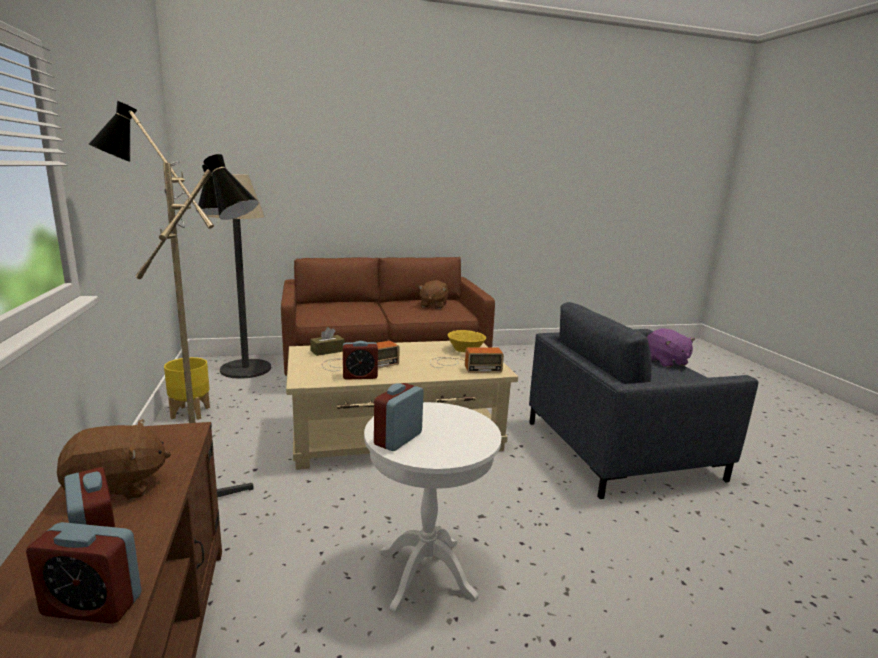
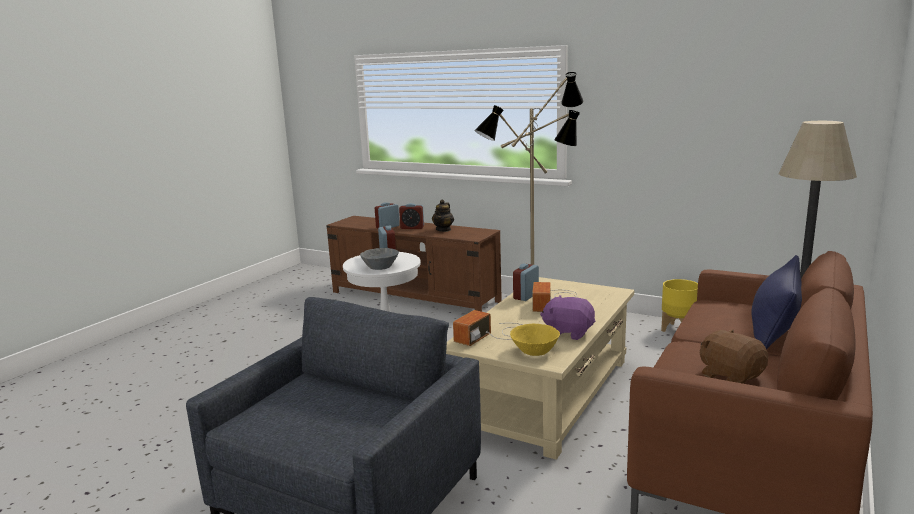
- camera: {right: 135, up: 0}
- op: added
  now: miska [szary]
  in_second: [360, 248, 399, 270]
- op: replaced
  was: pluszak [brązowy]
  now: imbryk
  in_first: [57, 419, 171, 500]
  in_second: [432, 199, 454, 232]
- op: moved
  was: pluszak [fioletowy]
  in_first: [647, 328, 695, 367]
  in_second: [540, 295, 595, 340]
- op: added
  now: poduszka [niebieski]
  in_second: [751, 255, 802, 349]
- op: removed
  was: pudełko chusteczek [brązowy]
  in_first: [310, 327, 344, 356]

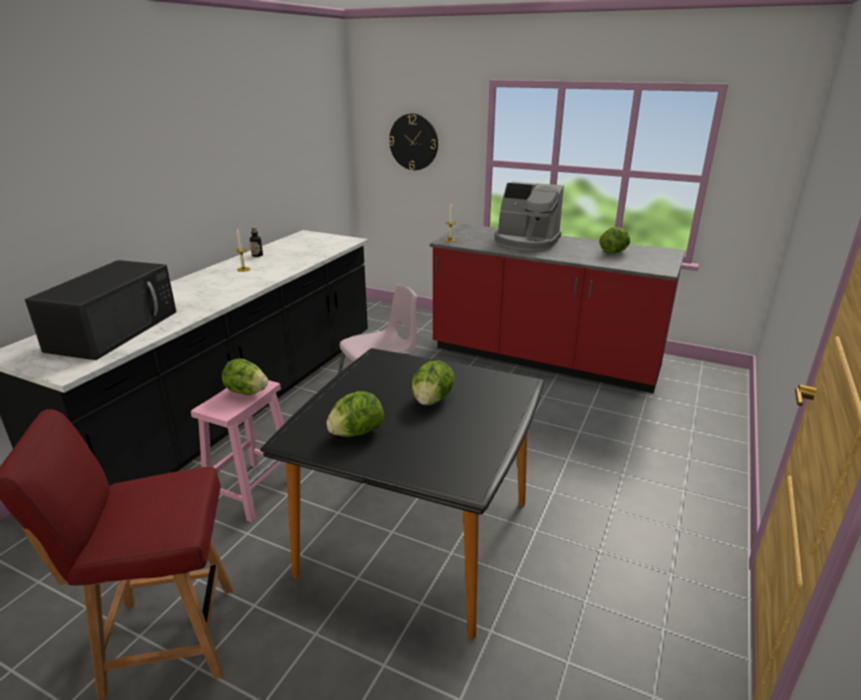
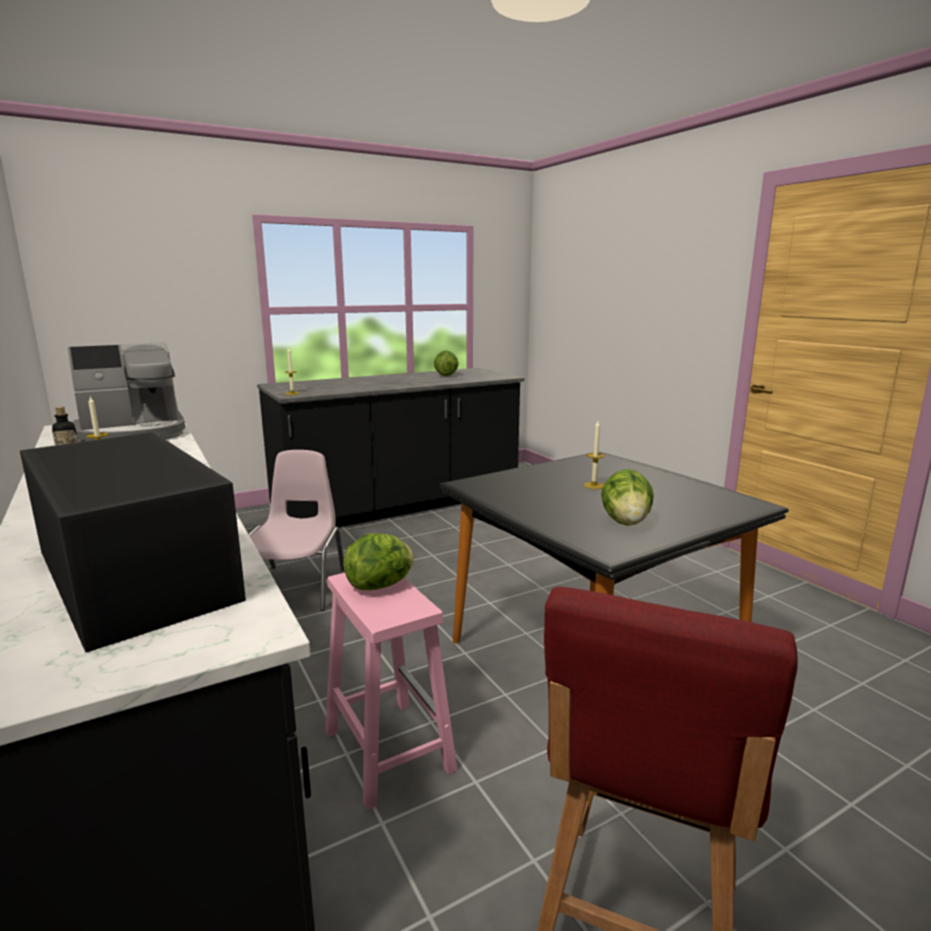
- camera: {right: -55, up: -10}
- op: moved
  was: ekspres do kawy
  in_first: [494, 181, 564, 251]
  in_second: [68, 342, 185, 442]
- op: recoloured
  was: zabudowa kuchenna [czerwony]
  now: zabudowa kuchenna [czarny]
  in_first: [430, 224, 686, 394]
  in_second: [257, 368, 524, 527]
- op: replaced
  was: sałata
  now: świeca
  in_first: [411, 360, 455, 405]
  in_second: [583, 421, 605, 489]
- op: removed
  was: zegar ścienny
  in_first: [389, 114, 438, 170]

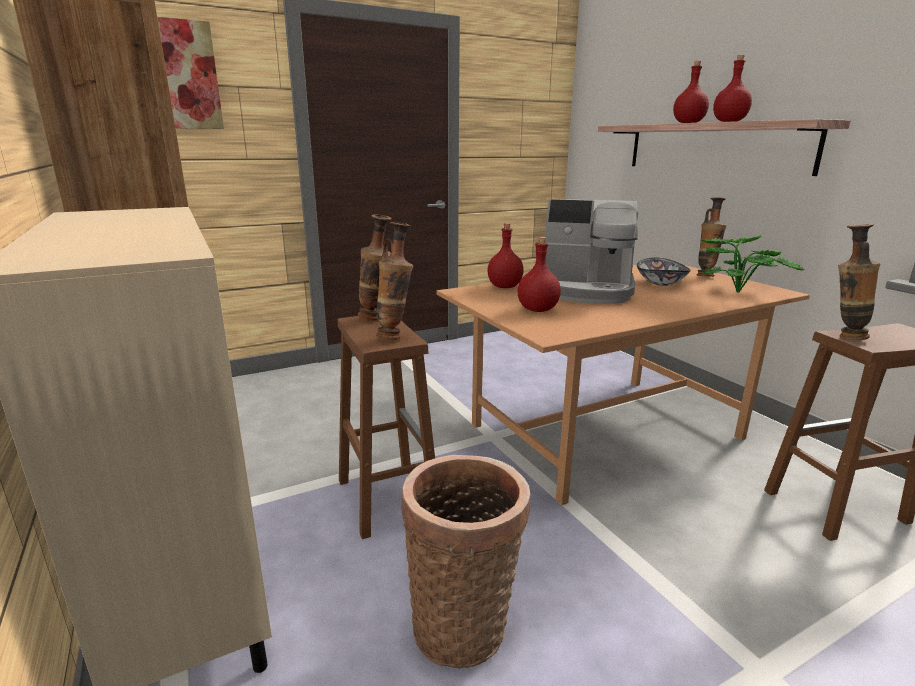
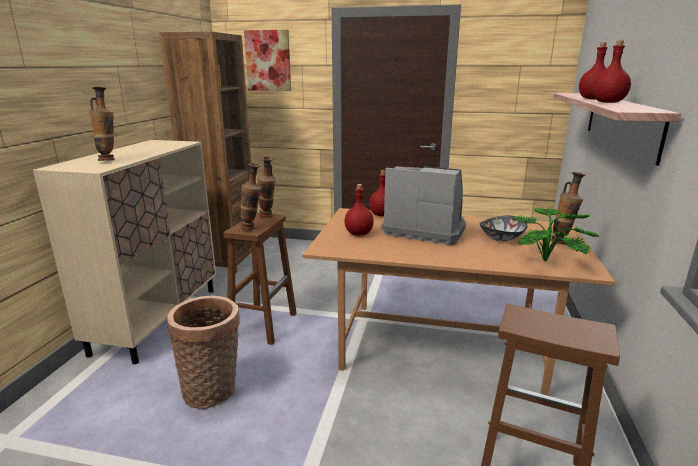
- camera: {right: 40, up: 0}
- op: moved
  was: wazon
  in_first: [838, 224, 880, 340]
  in_second: [90, 87, 115, 161]
- op: turned
  was: ekspres do kawy
  in_first: [544, 199, 638, 304]
  in_second: [382, 166, 466, 245]
  clockwise: 150

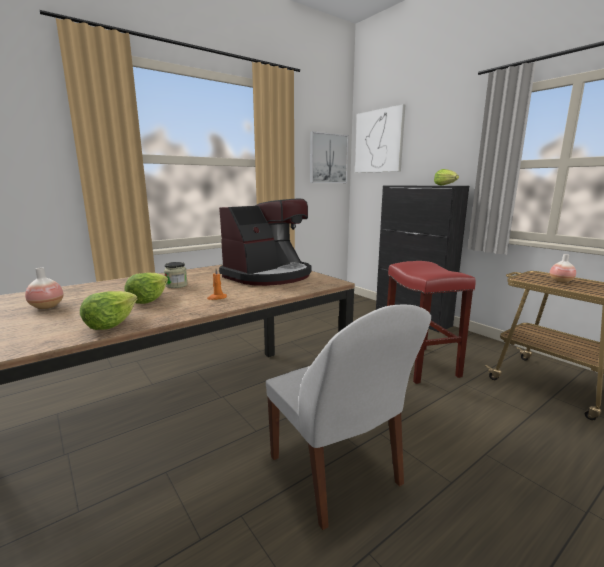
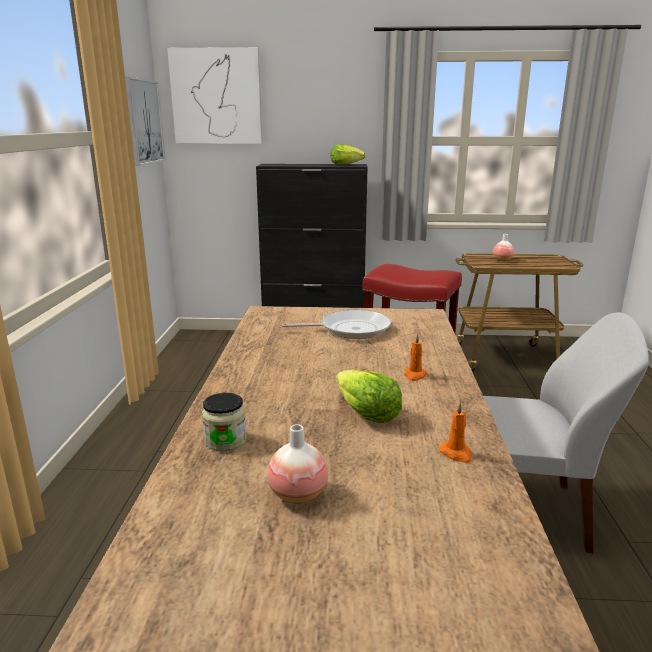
- camera: {right: -50, up: 5}
- op: moved
  was: słoik
  in_first: [164, 262, 188, 288]
  in_second: [202, 393, 247, 451]
- op: replaced
  was: ekspres do kawy
  now: patelnia
  in_first: [219, 199, 312, 286]
  in_second: [282, 309, 391, 339]
- op: replaced
  was: sałata
  now: świeca [pomarańczowy]
  in_first: [80, 291, 138, 330]
  in_second: [439, 402, 471, 463]

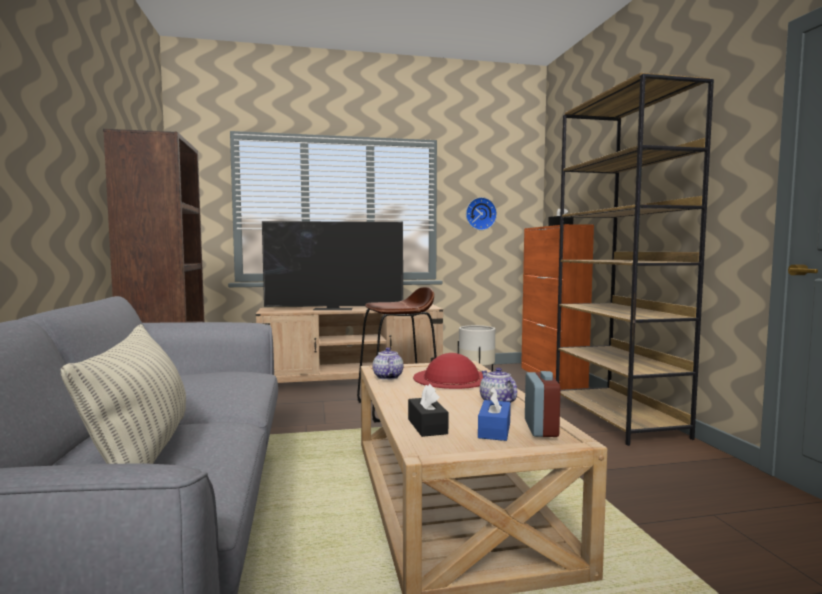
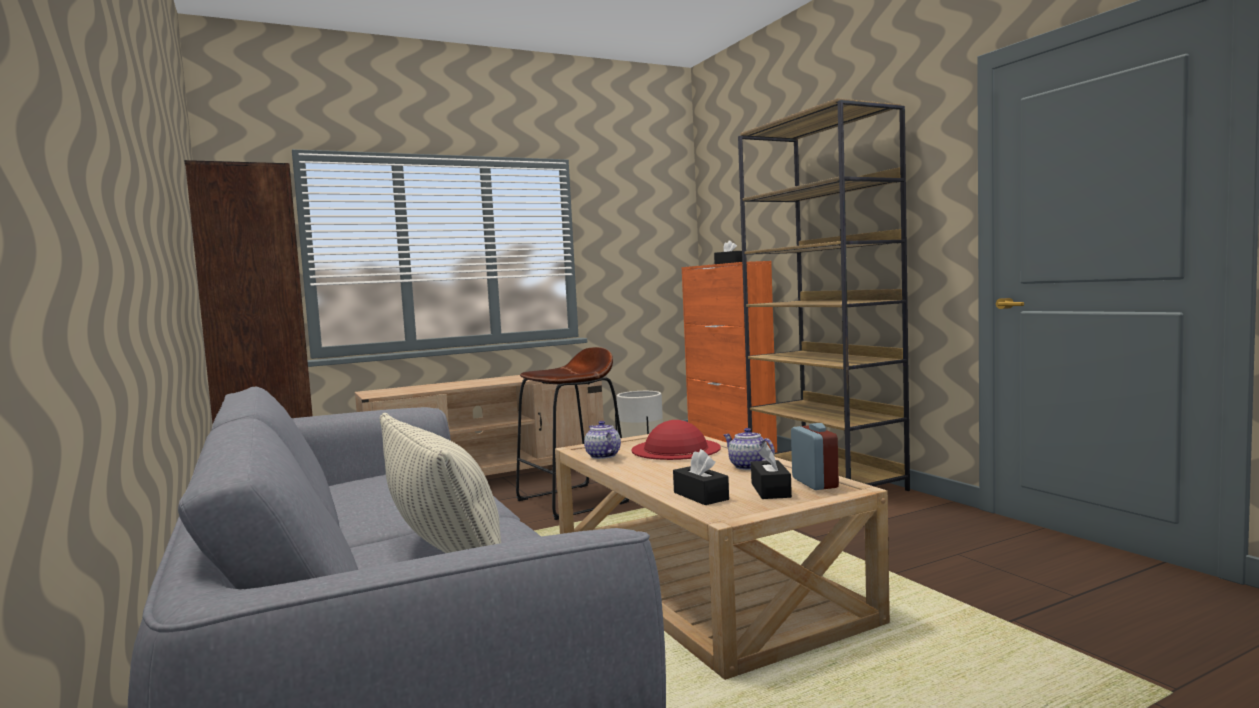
- camera: {right: -15, up: 0}
- op: recoloured
  was: pudełko chusteczek [niebieski]
  now: pudełko chusteczek [czarny]
  in_first: [478, 387, 511, 441]
  in_second: [751, 445, 792, 499]
- op: removed
  was: telewizor
  in_first: [262, 221, 403, 310]
- op: removed
  was: zegar ścienny
  in_first: [466, 197, 497, 230]

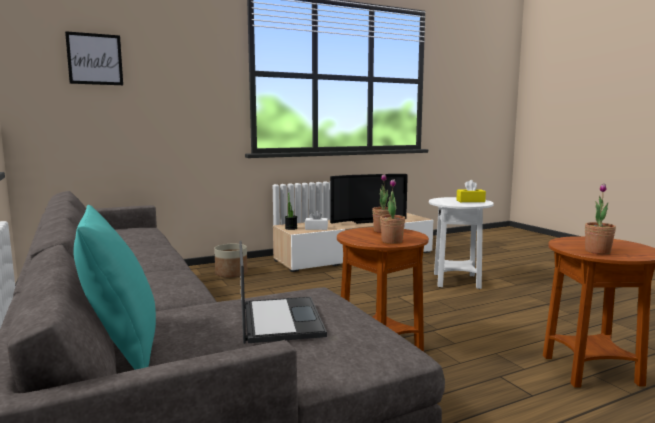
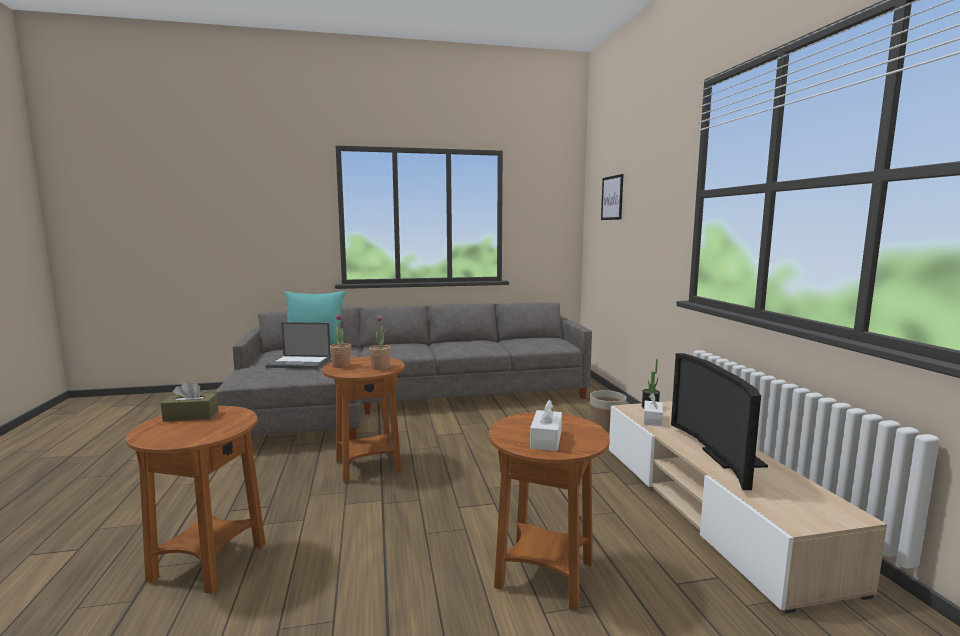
- camera: {right: 105, up: 0}
- op: replaced
  was: roślina doniczkowa
  now: pudełko chusteczek [brązowy]
  in_first: [585, 183, 616, 254]
  in_second: [161, 380, 219, 422]
- op: recoloured
  was: stolik [biały]
  now: stolik [brązowy]
  in_first: [429, 197, 494, 289]
  in_second: [489, 412, 610, 611]
- op: recoloured
  was: pudełko chusteczek [żółty]
  now: pudełko chusteczek [biały]
  in_first: [456, 180, 486, 202]
  in_second: [530, 399, 562, 451]

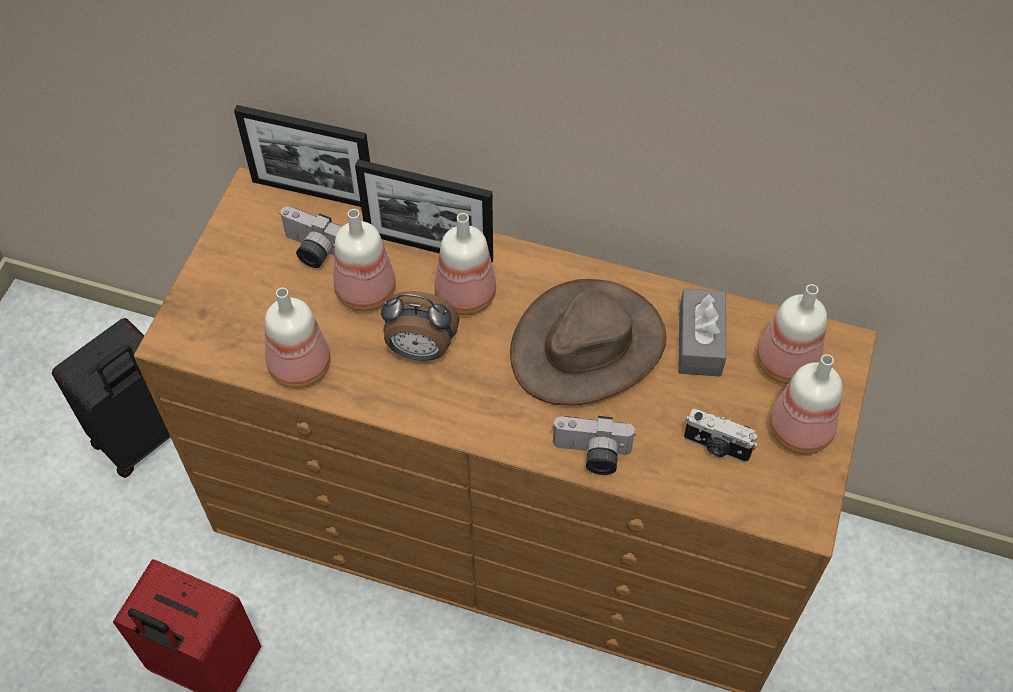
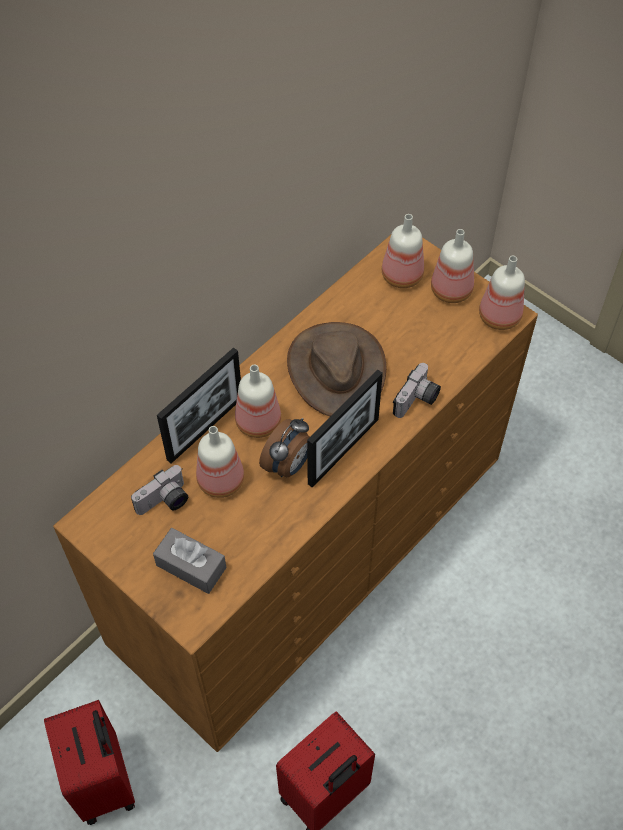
- camera: {right: -65, up: 0}
- op: recoloured
  was: walizka [czarny]
  now: walizka [czerwony]
  in_first: [52, 318, 170, 478]
  in_second: [44, 700, 135, 825]
- op: moved
  was: pudełko chusteczek [szary]
  in_first: [678, 289, 726, 377]
  in_second: [153, 528, 226, 594]
- op: moved
  was: ramka na zdjęcie
  in_first: [234, 105, 370, 207]
  in_second: [307, 370, 383, 488]
- op: moved
  was: butelka
  in_first: [265, 288, 331, 388]
  in_second: [479, 256, 525, 330]
- op: removed
  was: aparat fotograficzny
  in_first: [684, 408, 758, 463]

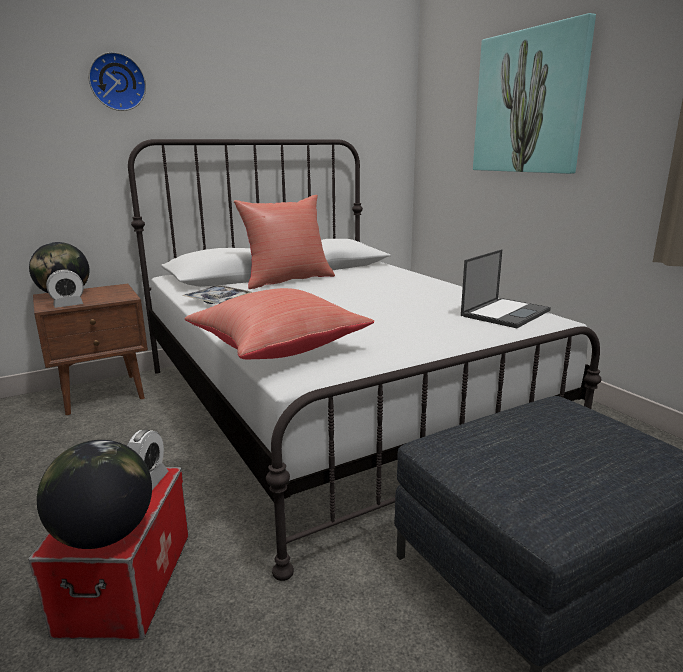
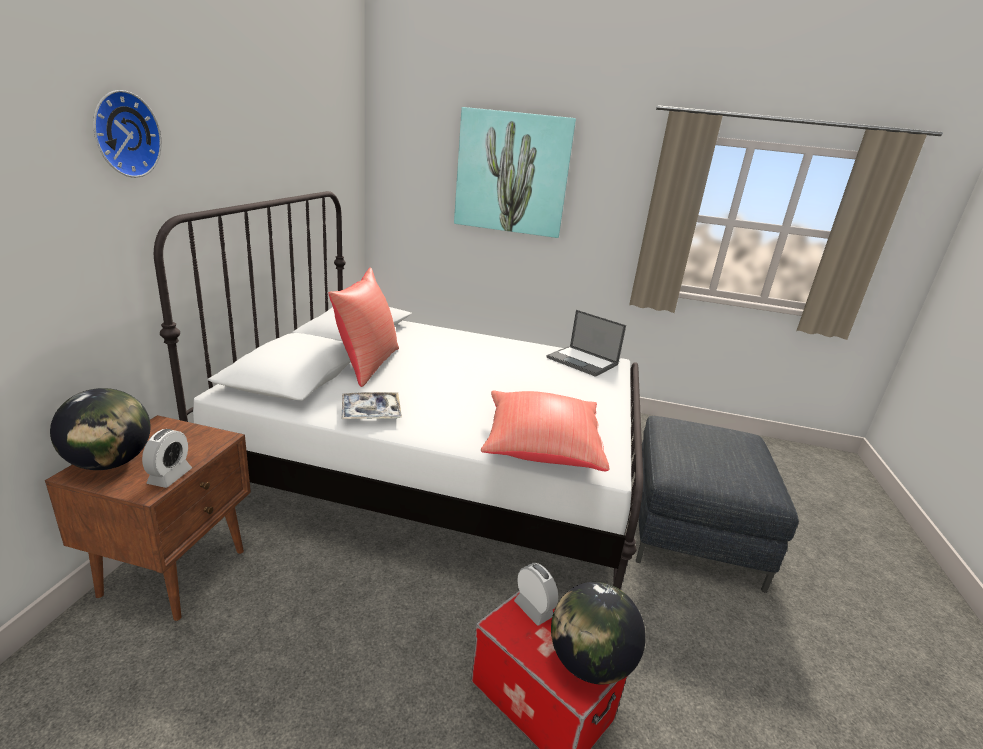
- camera: {right: -50, up: 5}
- op: turned
  was: laptop
  in_first: [461, 249, 551, 328]
  in_second: [546, 310, 626, 377]
  clockwise: 135

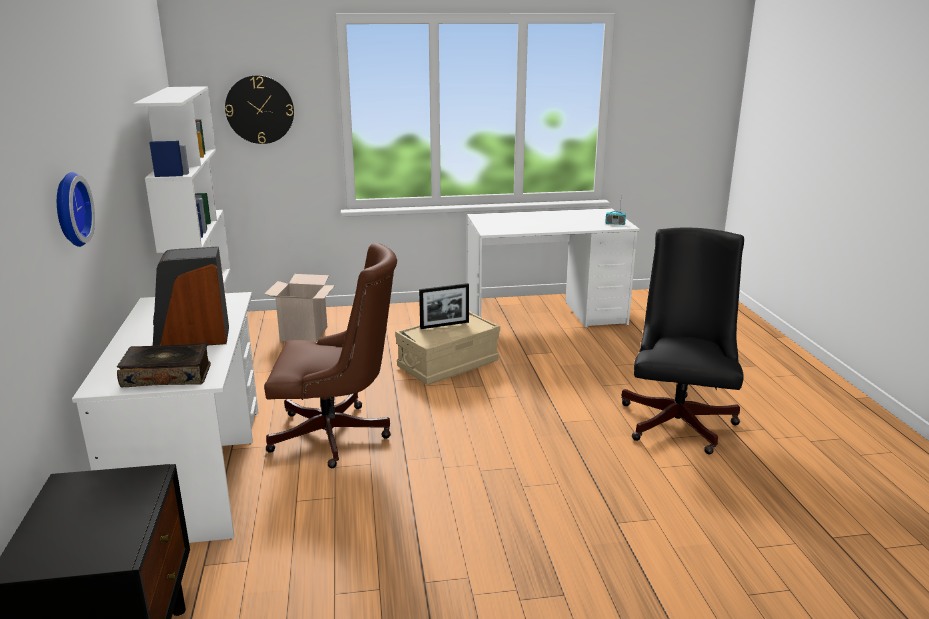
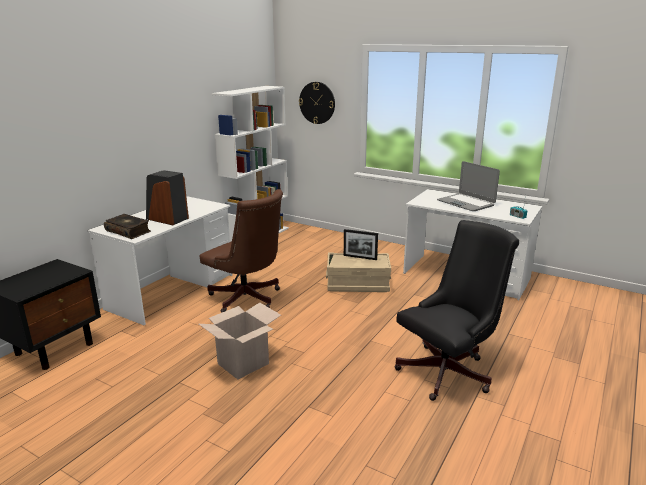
- camera: {right: 40, up: 0}
- op: moved
  was: karton
  in_first: [265, 274, 335, 342]
  in_second: [199, 302, 281, 380]
- op: added
  now: laptop
  in_second: [437, 161, 500, 211]
- op: removed
  was: zegar ścienny
  in_first: [57, 172, 95, 247]

